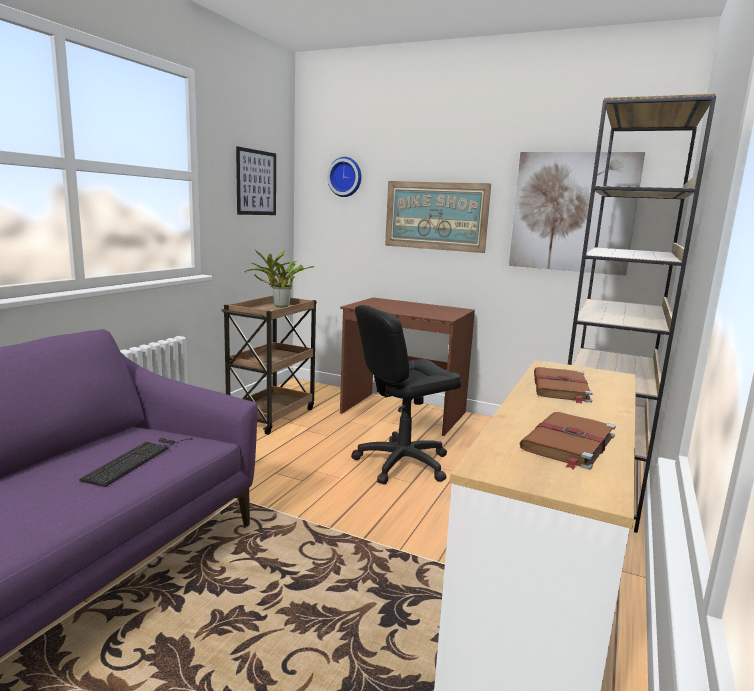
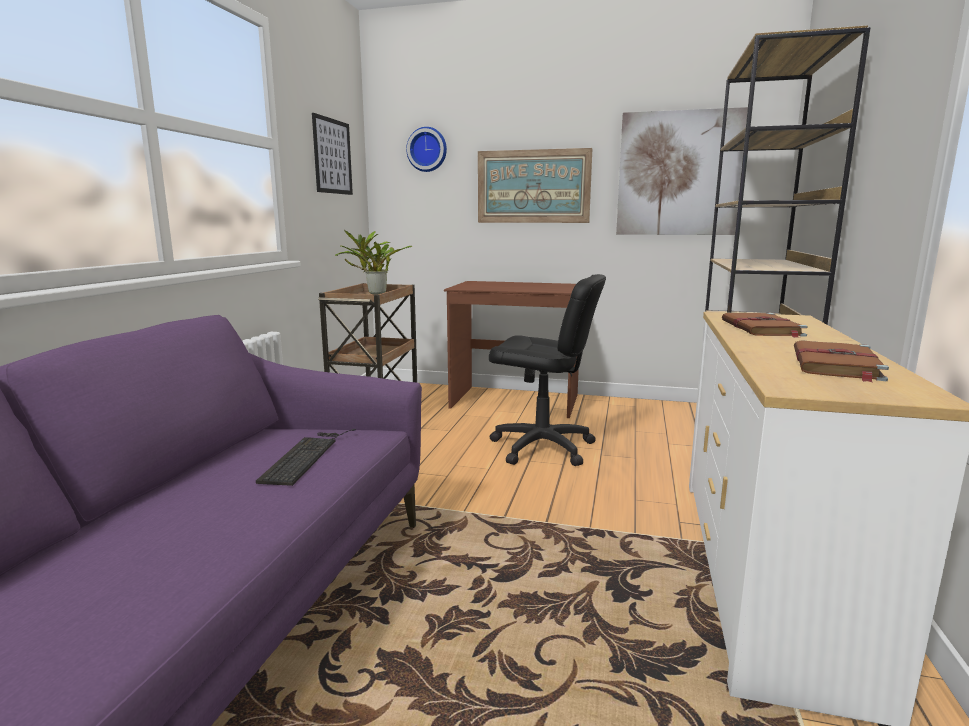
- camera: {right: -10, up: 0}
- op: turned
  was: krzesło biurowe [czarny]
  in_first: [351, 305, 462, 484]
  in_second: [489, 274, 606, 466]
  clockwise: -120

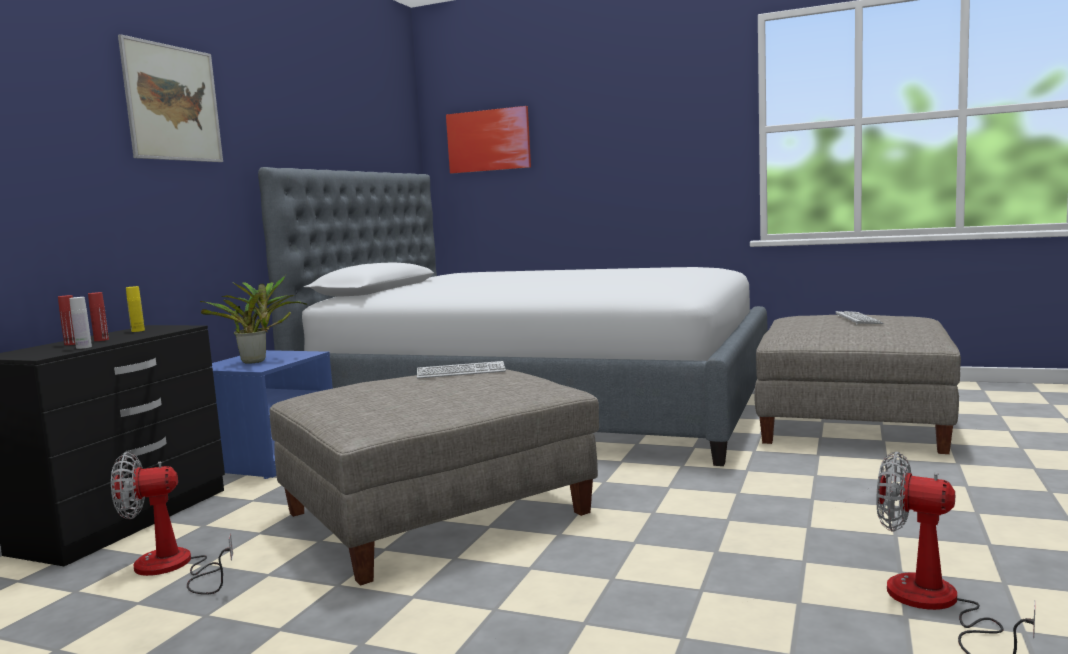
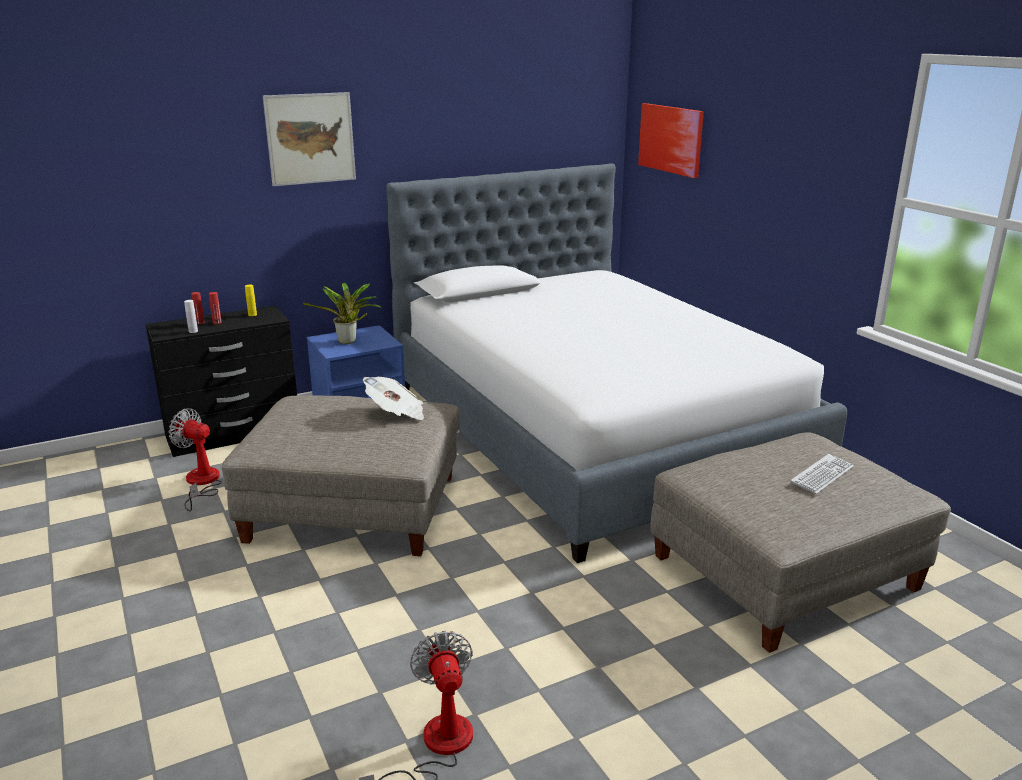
- camera: {right: 40, up: 15}
- op: replaced
  was: klawiatura
  now: gazeta
  in_first: [417, 361, 506, 379]
  in_second: [363, 377, 424, 420]

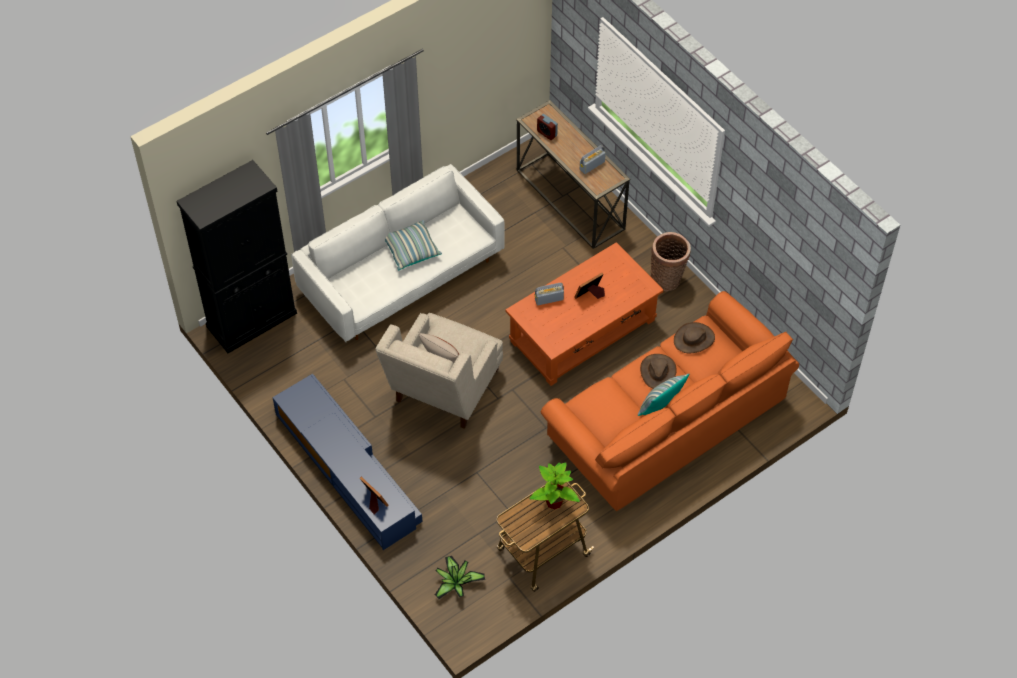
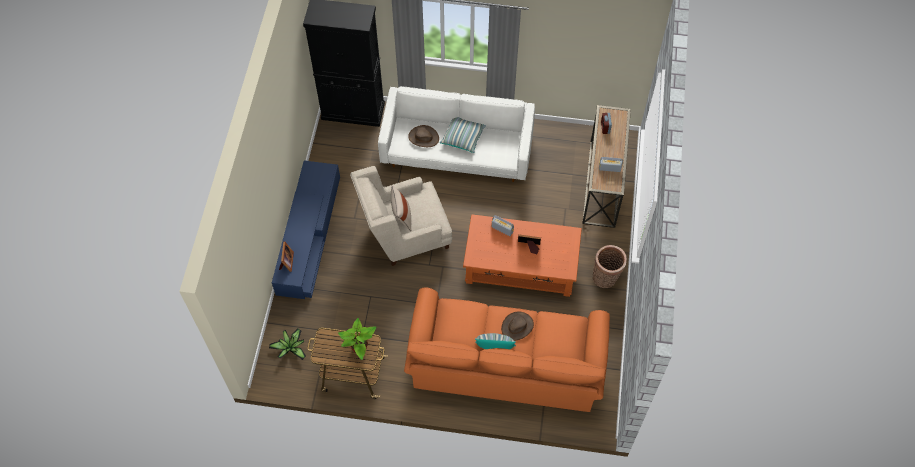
- camera: {right: 45, up: 5}
- op: moved
  was: kapelusz [brązowy]
  in_first: [674, 322, 715, 353]
  in_second: [408, 125, 439, 147]

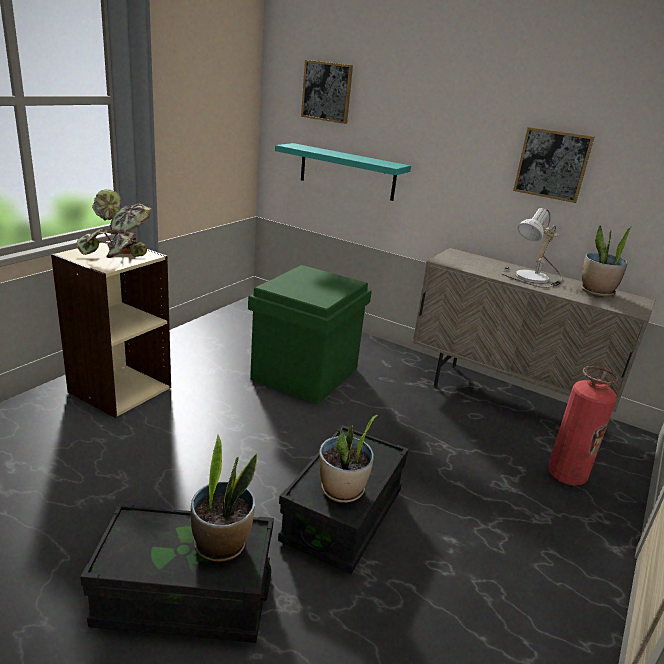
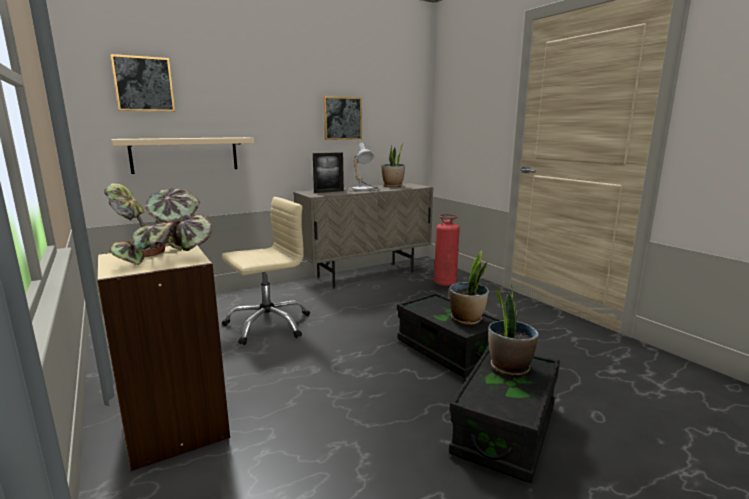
- camera: {right: -60, up: -10}
- op: recoloured
  was: półka [turkusowy]
  now: półka [beżowy]
  in_first: [275, 143, 411, 201]
  in_second: [111, 137, 254, 174]
- op: replaced
  was: pojemnik do przechowywania [zielony]
  now: krzesło biurowe [beżowy]
  in_first: [248, 265, 372, 405]
  in_second: [222, 197, 310, 345]
- op: added
  now: ramka na zdjęcie
  in_second: [313, 152, 344, 193]

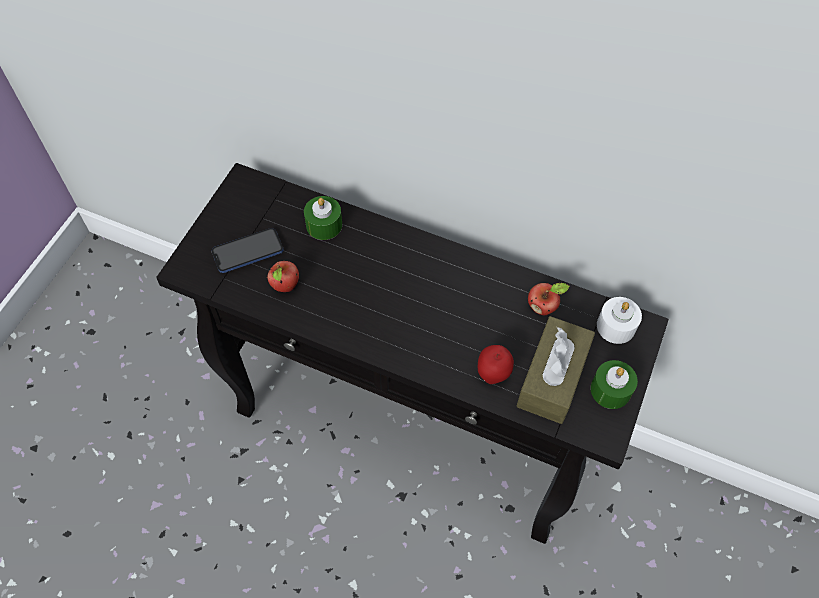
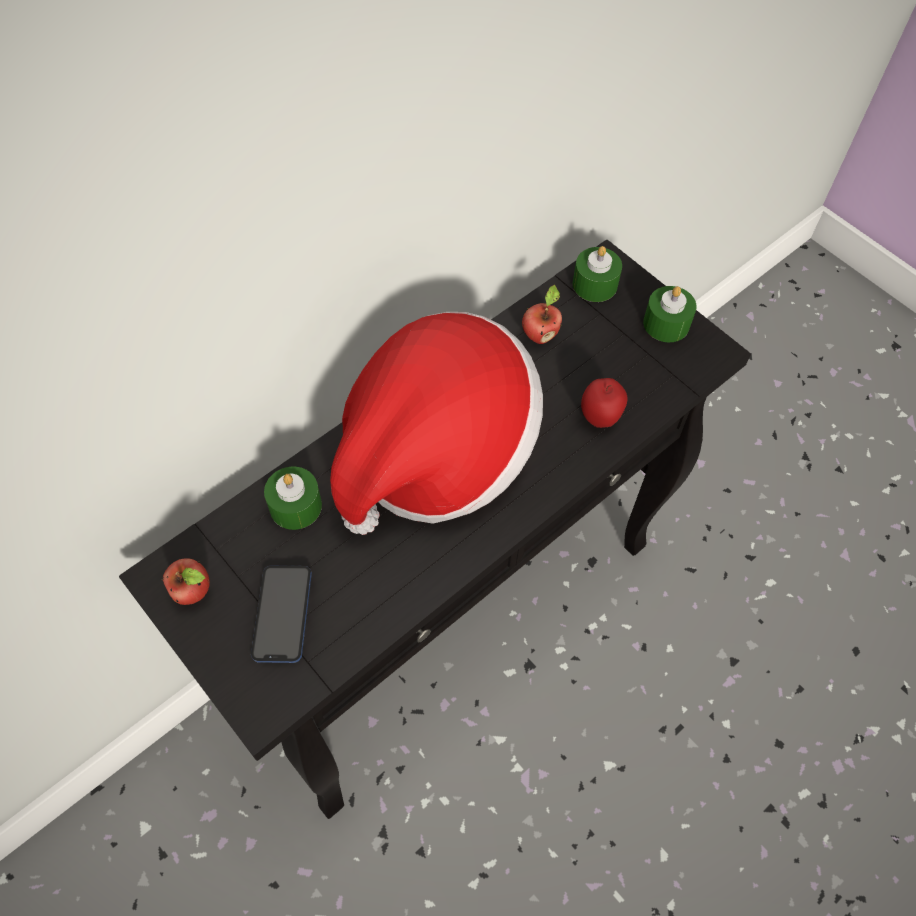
- camera: {right: -65, up: 0}
- op: moved
  was: jabłko
  in_first: [267, 261, 299, 292]
  in_second: [162, 558, 210, 605]
- op: added
  now: kapelusz
  in_second: [330, 312, 543, 535]
- op: recoloured
  was: świeca [biały]
  now: świeca [zielony]
  in_first: [597, 297, 642, 344]
  in_second: [573, 246, 622, 302]
- op: removed
  was: pudełko chusteczek [brązowy]
  in_first: [517, 316, 595, 424]

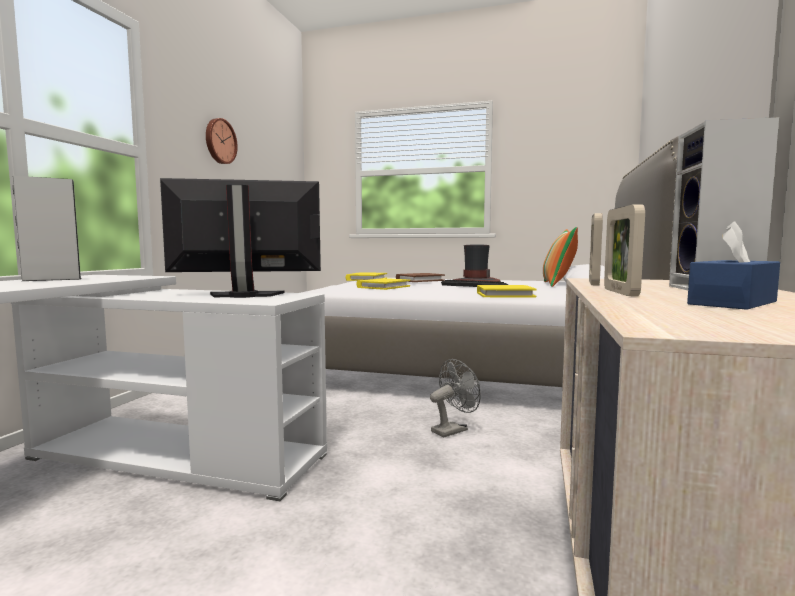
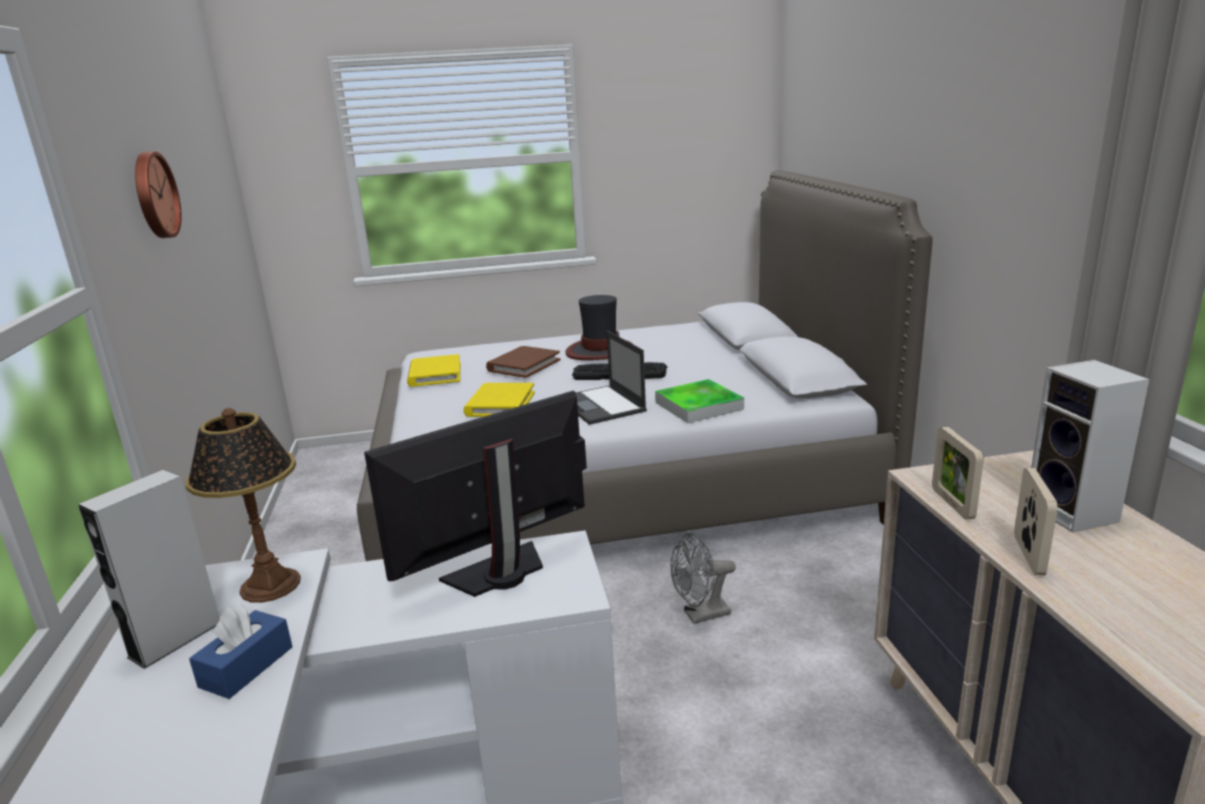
- camera: {right: -25, up: 15}
- op: added
  now: lampa stołowa
  in_second: [185, 408, 301, 603]
- op: moved
  was: pudełko chusteczek [niebieski]
  in_first: [687, 221, 780, 310]
  in_second: [189, 605, 292, 699]
- op: added
  now: laptop
  in_second: [576, 331, 647, 425]
- op: replaced
  was: książka [żółty]
  now: taca
  in_first: [477, 285, 537, 297]
  in_second: [655, 379, 744, 423]
- op: turned
  was: wentylator [szary]
  in_first: [430, 359, 481, 437]
  in_second: [671, 533, 736, 624]
  clockwise: -135
- op: turned
  was: ramka na zdjęcie
  in_first: [604, 205, 645, 296]
  in_second: [1014, 468, 1058, 575]
  clockwise: -150
- op: removed
  was: poduszka
  in_first: [543, 227, 578, 287]

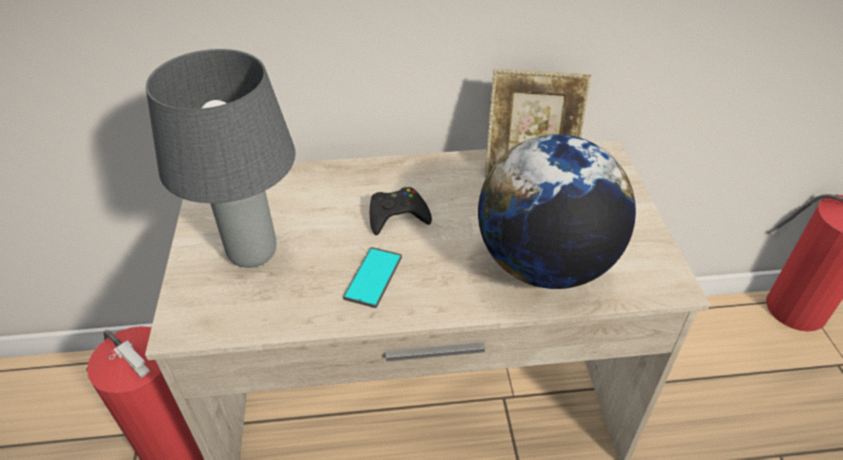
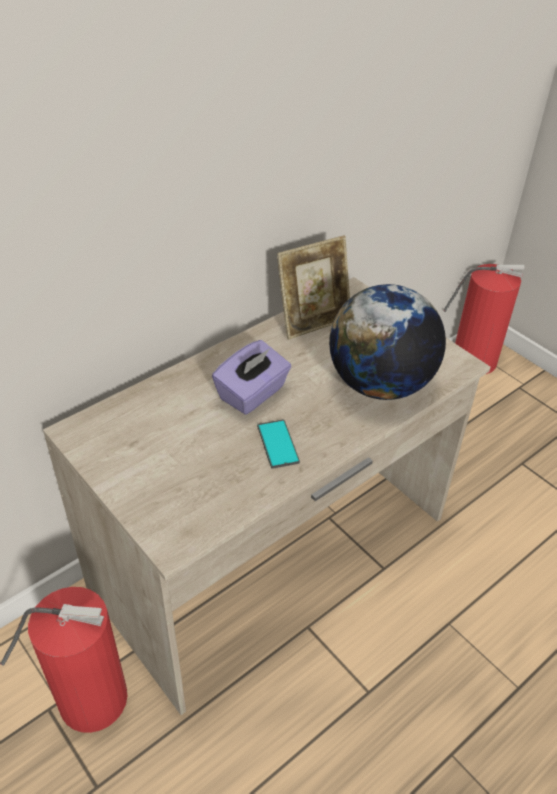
- camera: {right: -35, up: 0}
- op: replaced
  was: pad do gier [czarny]
  now: pudełko chusteczek [fioletowy]
  in_first: [370, 187, 432, 235]
  in_second: [212, 340, 291, 415]
- op: removed
  was: lampa stołowa [szary]
  in_first: [146, 49, 296, 268]

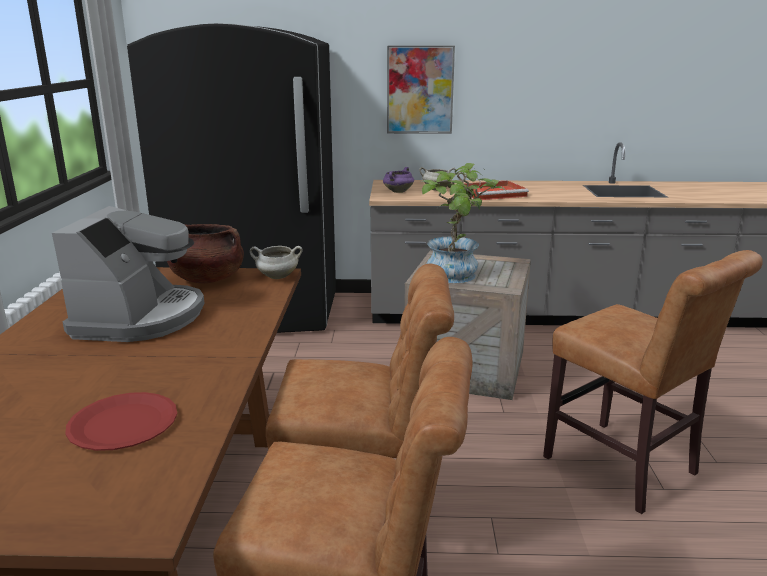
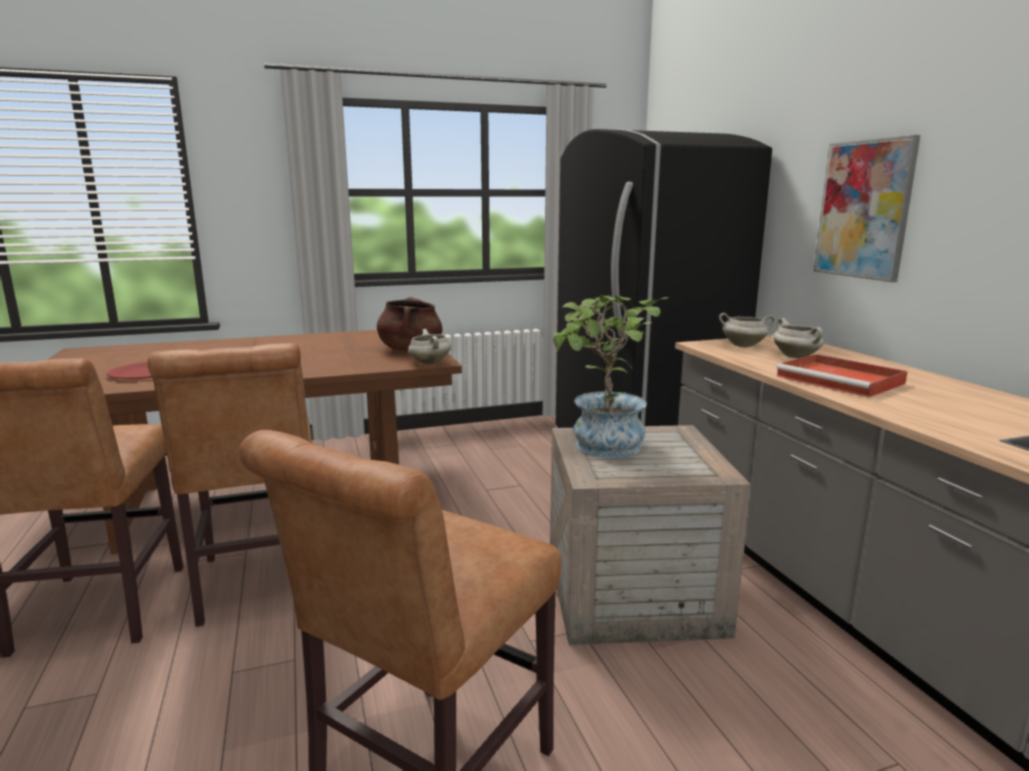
- camera: {right: 70, up: -5}
- op: recoloured
  was: garnek [fioletowy]
  now: garnek [biały]
  in_first: [383, 167, 414, 193]
  in_second: [719, 313, 775, 347]
- op: removed
  was: ekspres do kawy
  in_first: [52, 206, 204, 342]

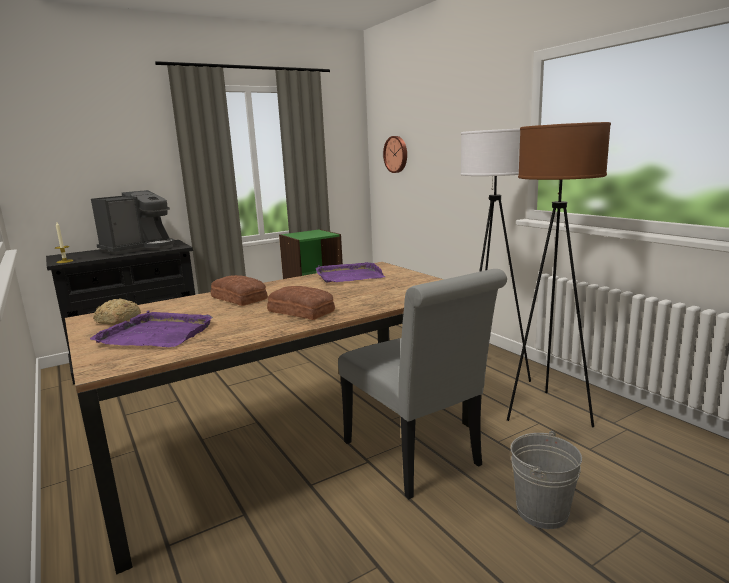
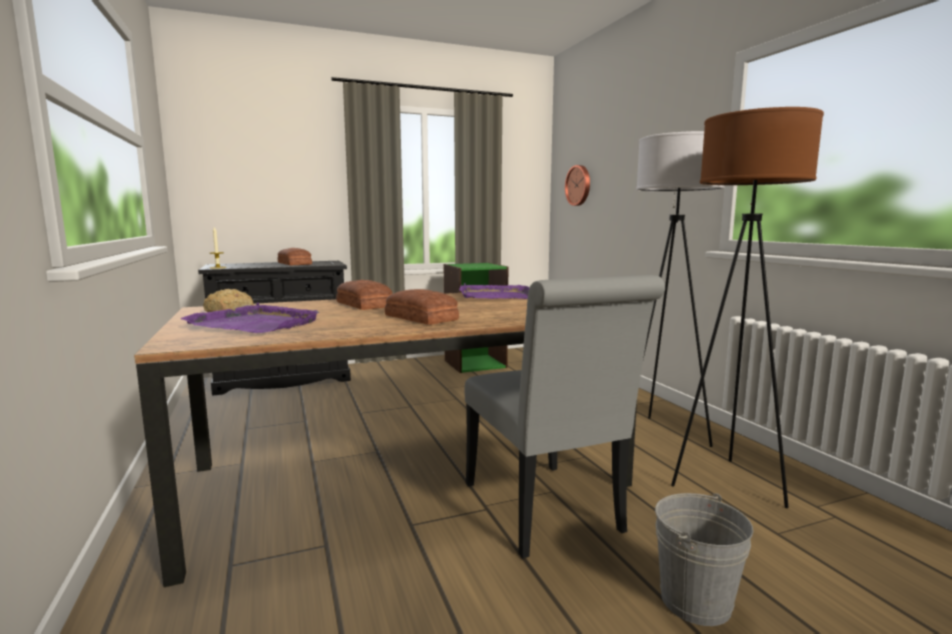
- camera: {right: 10, up: -5}
- op: replaced
  was: ekspres do kawy
  now: chleb
  in_first: [91, 190, 175, 255]
  in_second: [278, 248, 312, 265]

